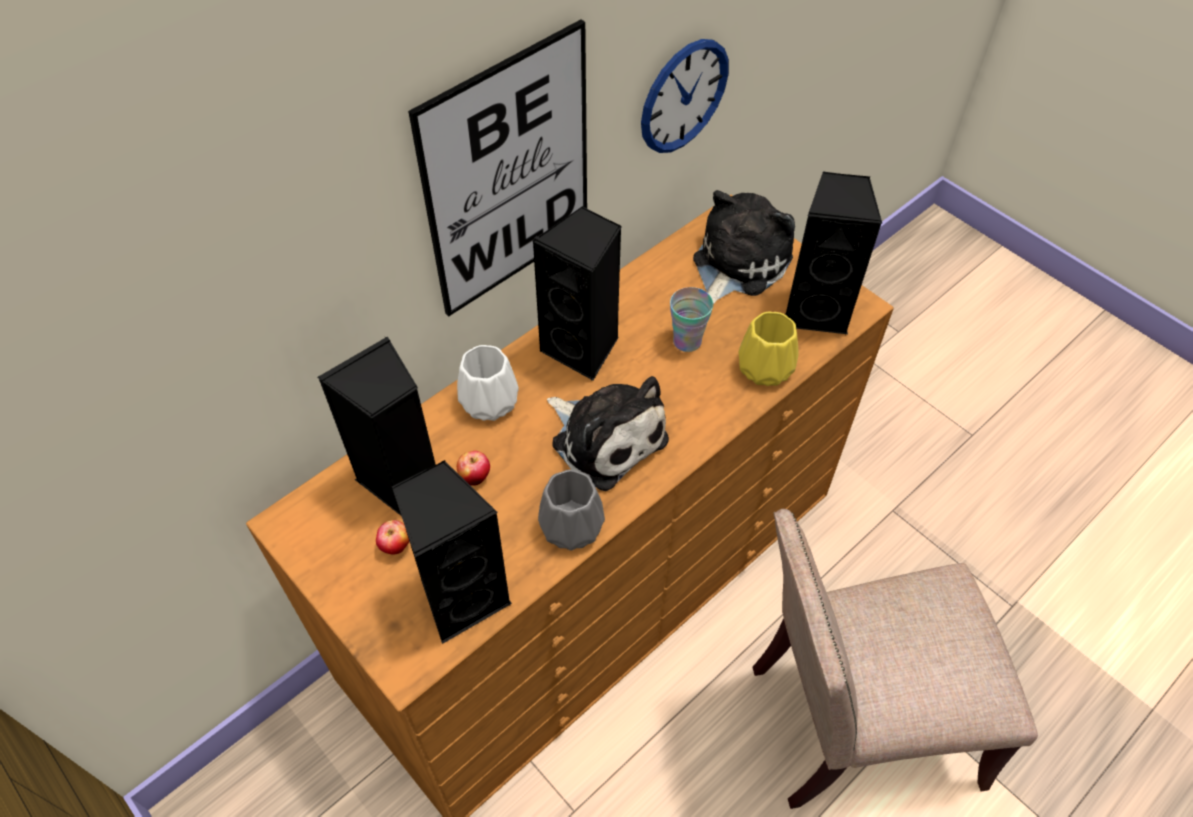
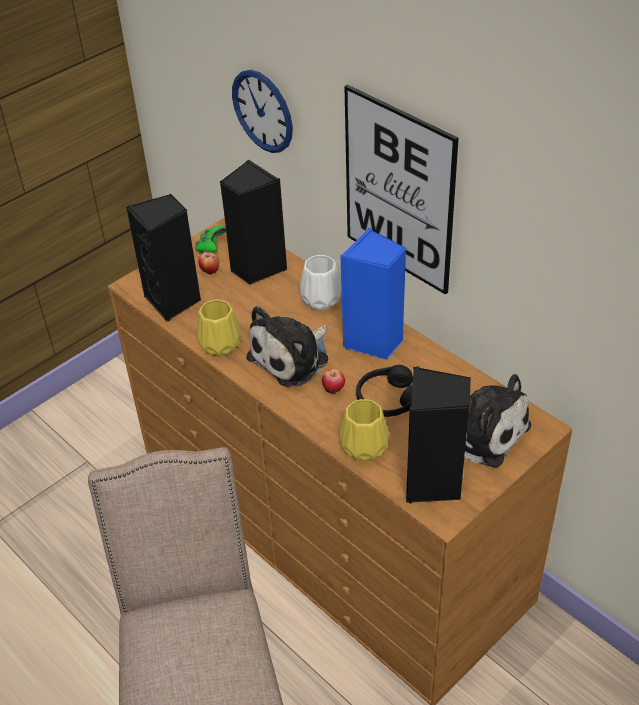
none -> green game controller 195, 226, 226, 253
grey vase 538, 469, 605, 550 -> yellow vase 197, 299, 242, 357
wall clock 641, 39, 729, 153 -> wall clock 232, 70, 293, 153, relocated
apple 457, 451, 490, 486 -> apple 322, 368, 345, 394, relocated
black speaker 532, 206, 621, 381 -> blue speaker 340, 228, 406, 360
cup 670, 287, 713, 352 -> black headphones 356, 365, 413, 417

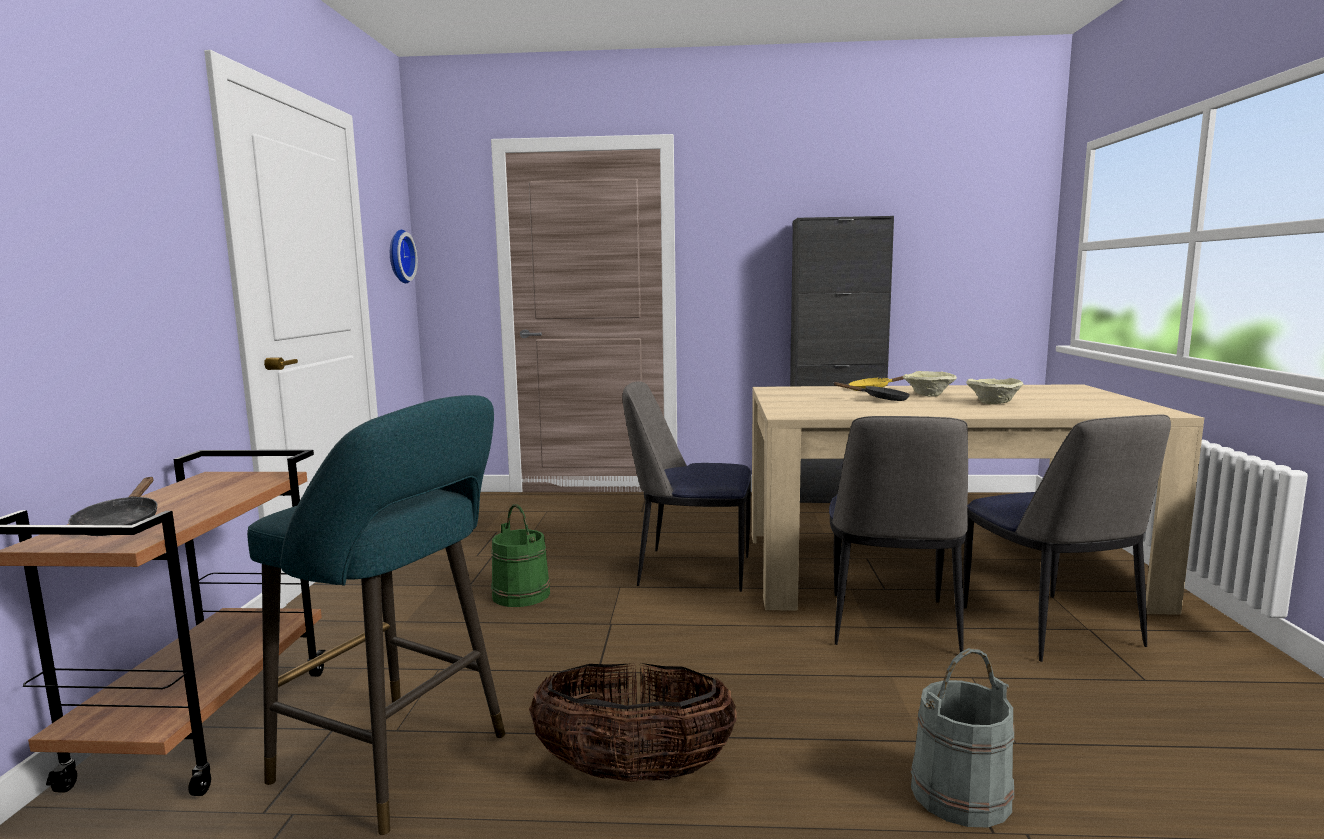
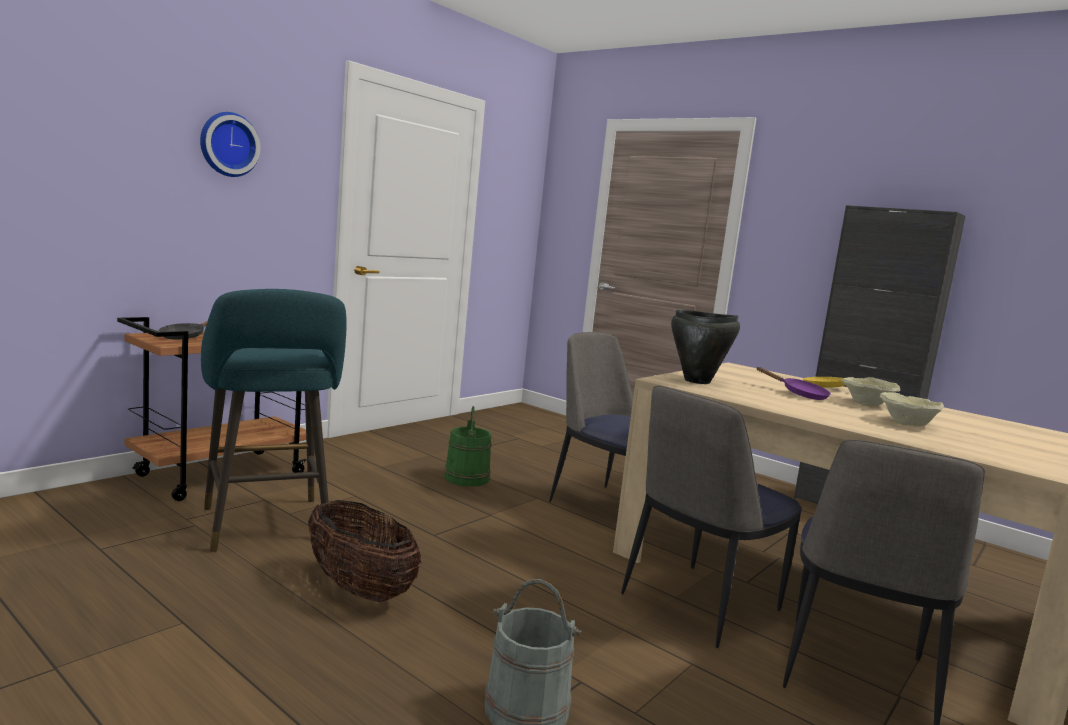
wall clock 390, 230, 418, 283 -> wall clock 200, 112, 260, 177, relocated
none -> black cooking pot 671, 310, 740, 384
black frying pan 834, 382, 910, 401 -> purple frying pan 756, 367, 831, 400

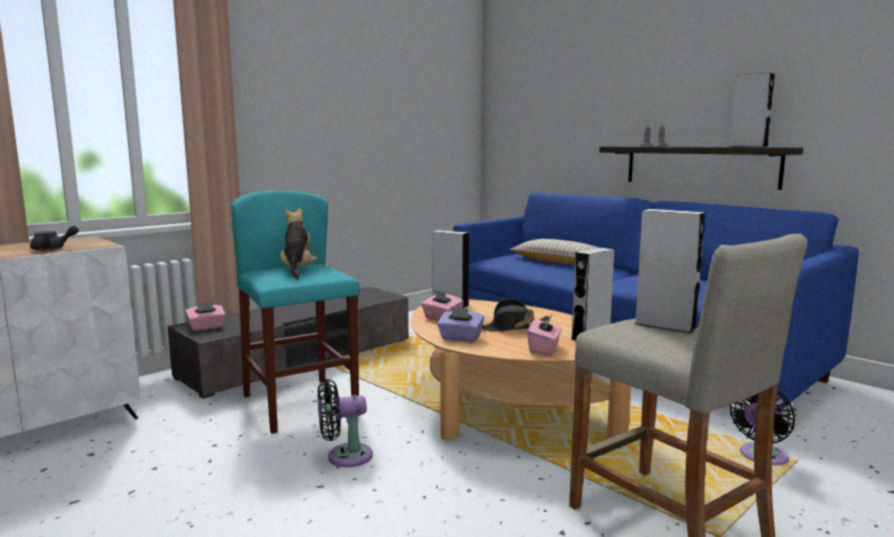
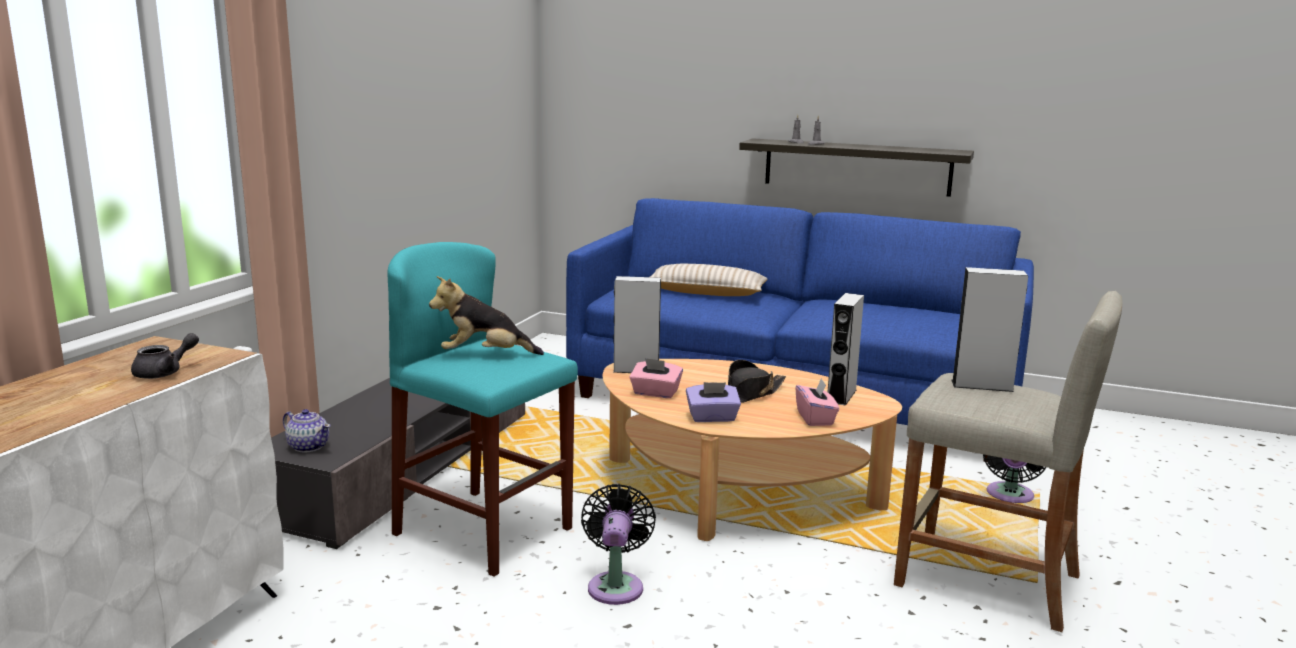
pink tissue box 185, 302, 226, 331 -> teapot 283, 409, 331, 453
plush toy 280, 207, 318, 280 -> plush toy 429, 276, 544, 355, 60 degrees counterclockwise
black fan 318, 379, 373, 467 -> black fan 581, 484, 656, 605, 135 degrees clockwise
grey speaker 729, 73, 775, 147 -> none

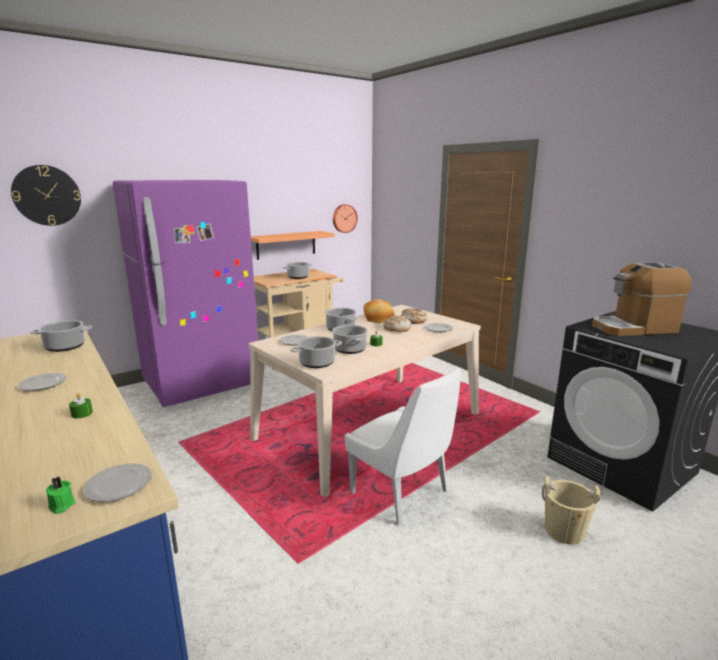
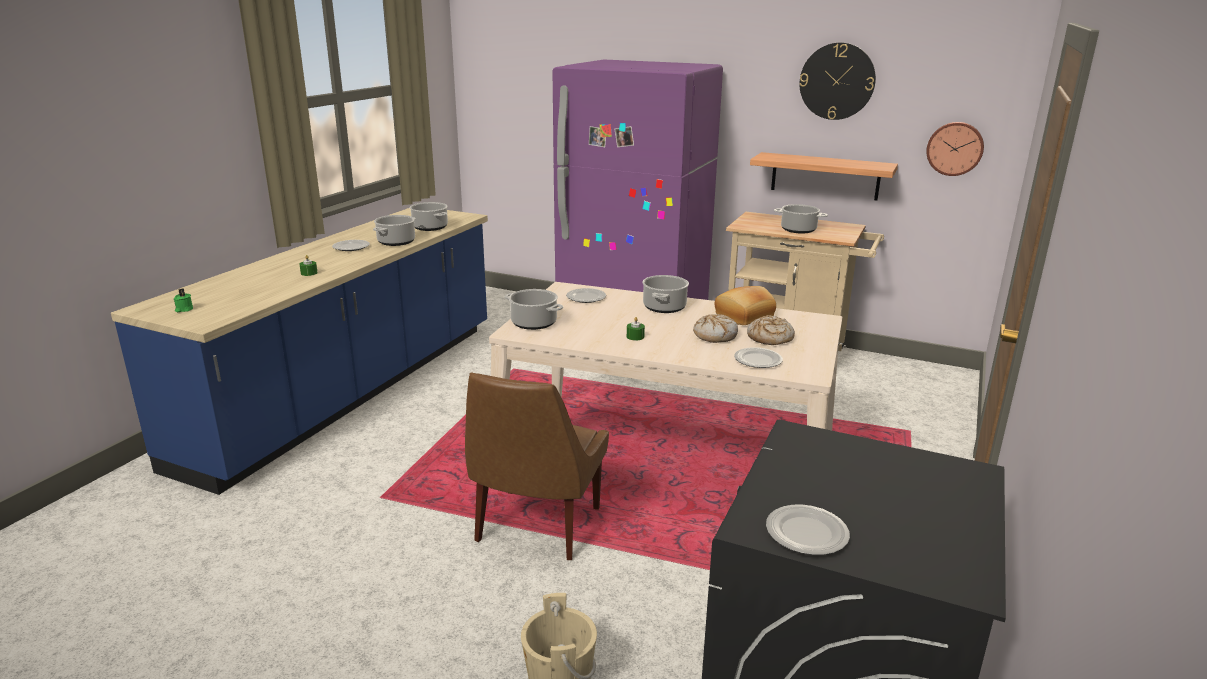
cooking pot 332, 325, 368, 354 -> cooking pot 373, 215, 416, 246, relocated
white chair 345, 368, 461, 525 -> brown chair 465, 373, 609, 560
plate 83, 463, 152, 502 -> plate 766, 505, 850, 555, relocated
wall clock 11, 165, 81, 226 -> wall clock 799, 42, 876, 120, relocated
coffee machine 592, 262, 691, 336 -> none

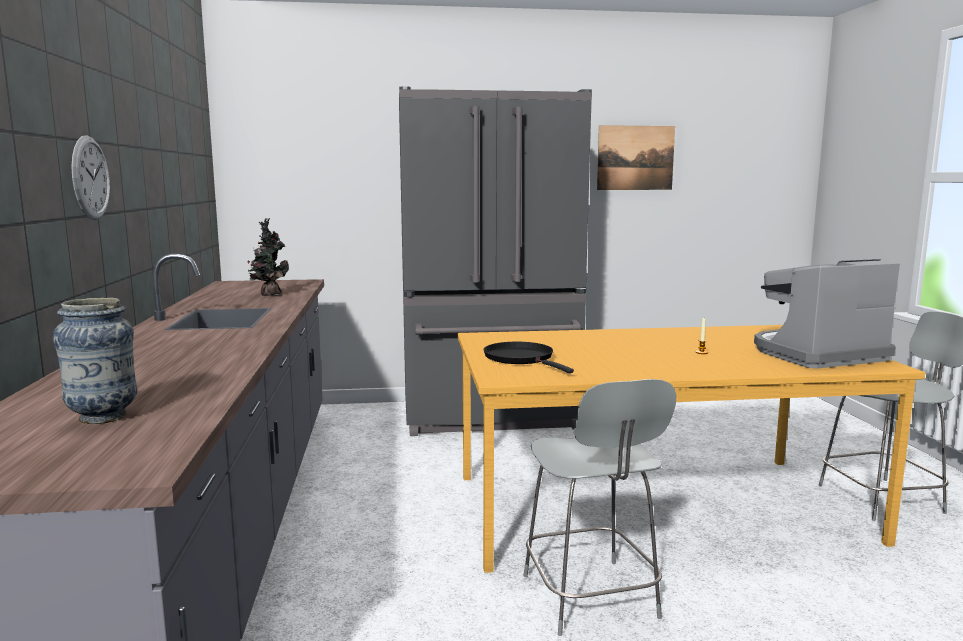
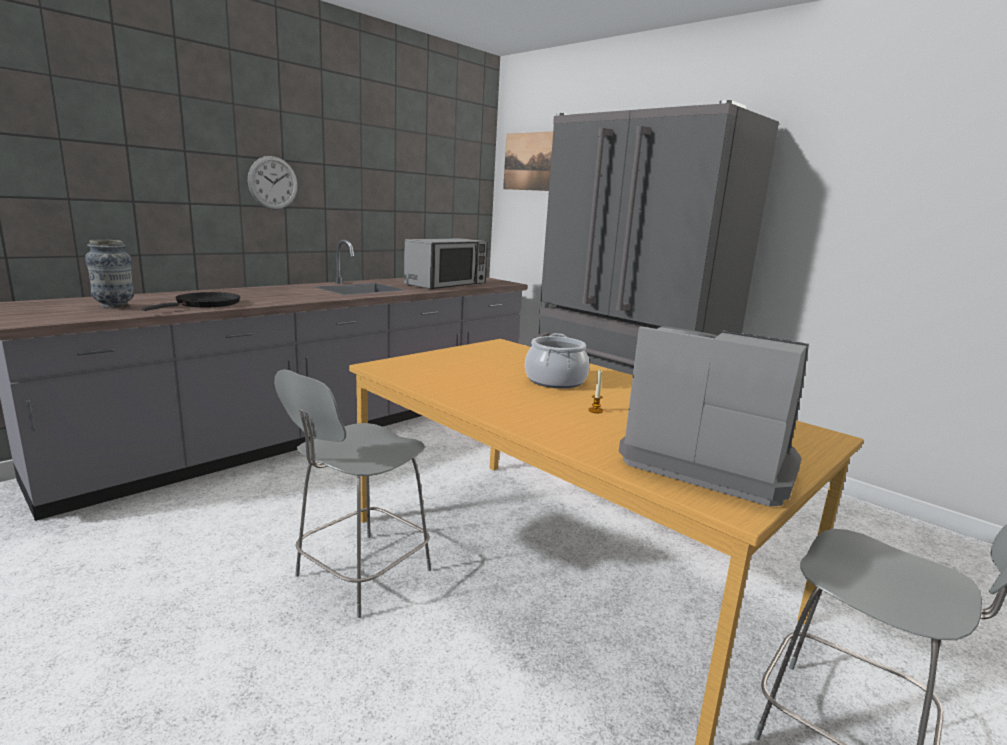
black frying pan 483, 342, 574, 373 -> black frying pan 141, 292, 240, 311, relocated
potted plant 247, 218, 289, 296 -> microwave 404, 238, 488, 290
picture 597, 125, 675, 190 -> picture 503, 131, 553, 191, relocated
none -> cooking pot 525, 333, 589, 389

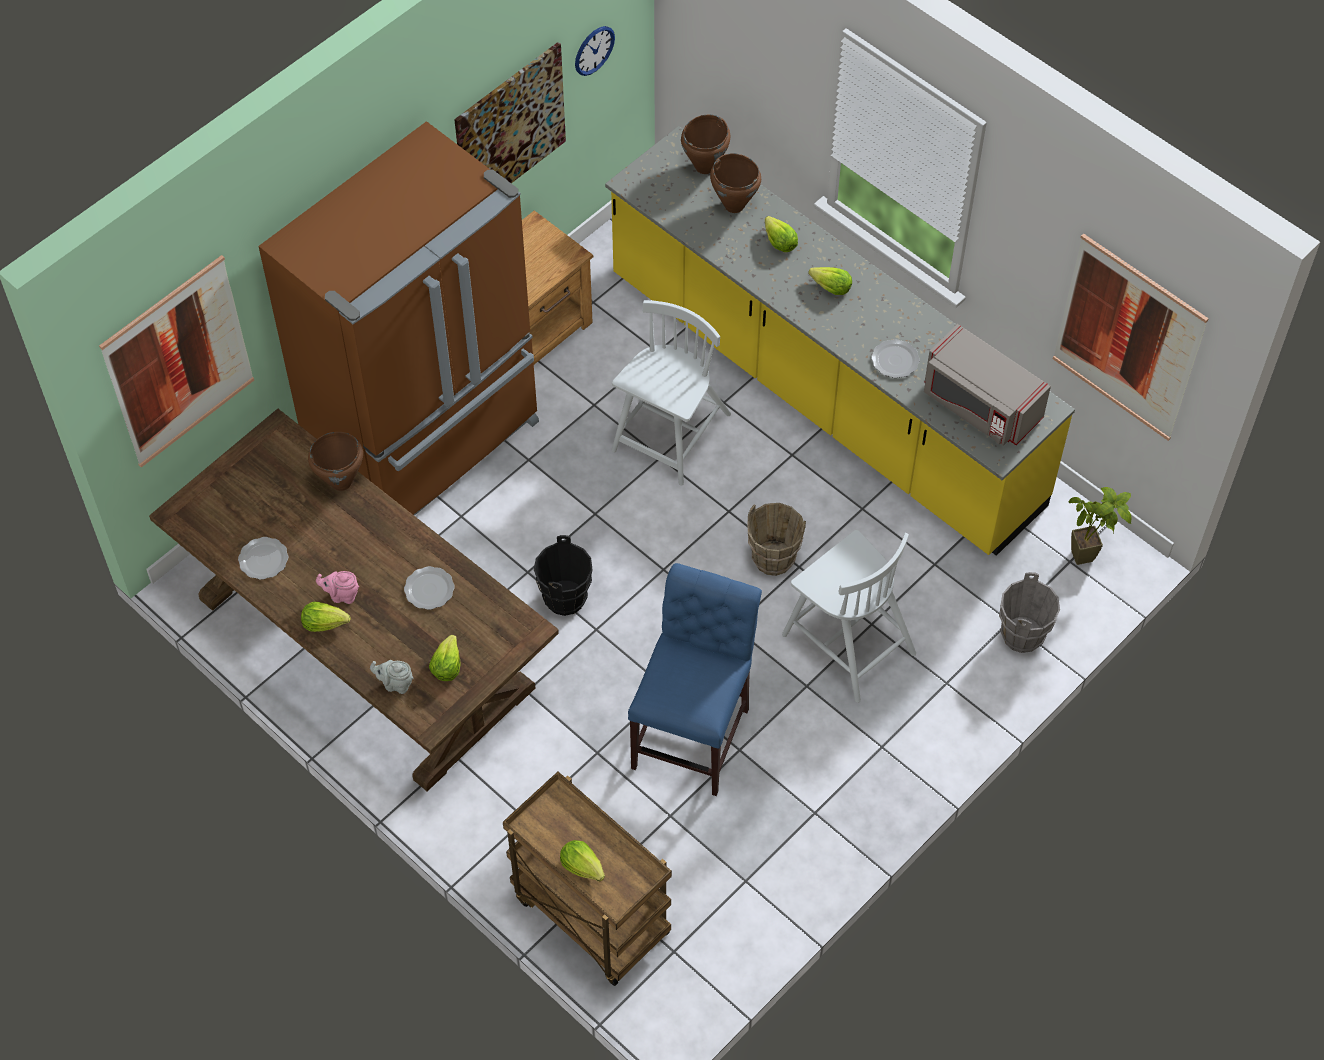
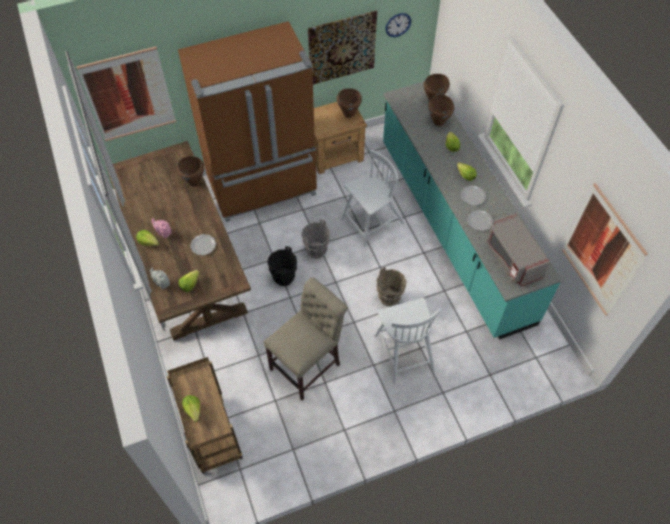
blue chair 628, 563, 762, 796 -> beige chair 264, 277, 348, 400
grey bucket 999, 572, 1060, 653 -> grey bucket 301, 219, 330, 259, relocated
none -> brown cooking pot 337, 88, 362, 118
yellow counter 605, 126, 1075, 556 -> turquoise counter 383, 82, 562, 340
plate 238, 537, 288, 580 -> plate 461, 186, 486, 206, relocated
potted plant 1068, 487, 1131, 565 -> none

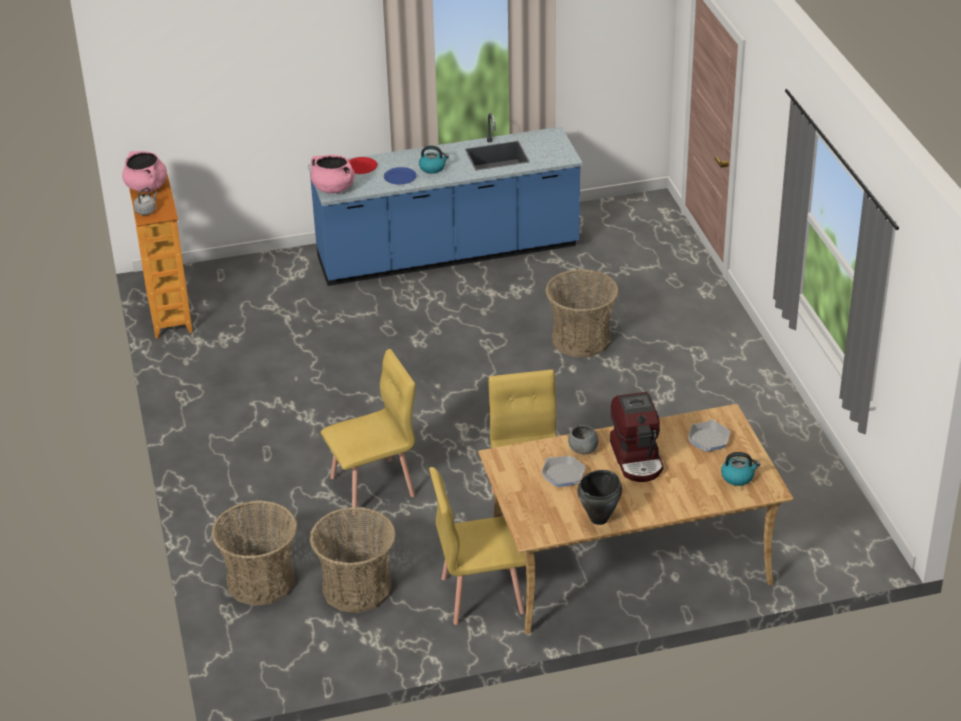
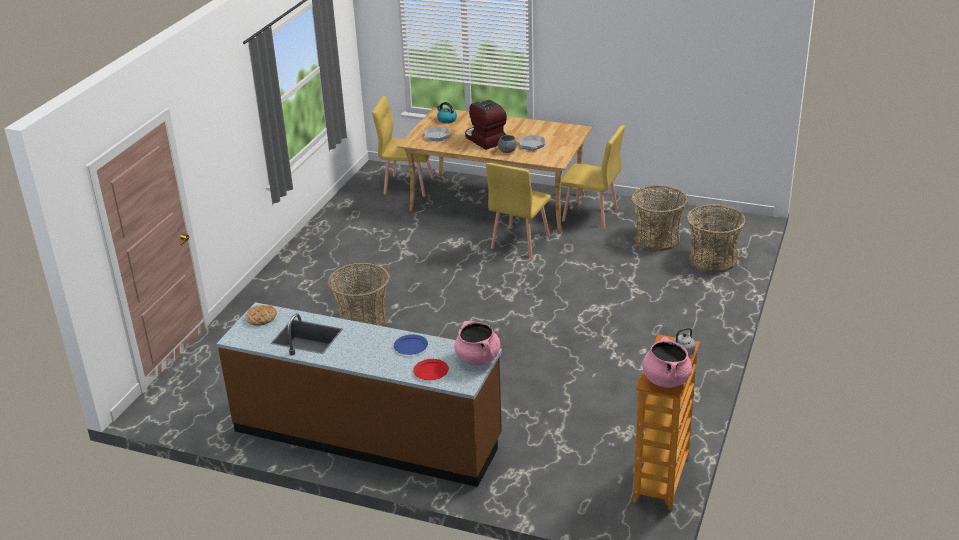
blue counter 308, 113, 583, 286 -> brown counter 216, 302, 502, 487
none -> bread 245, 305, 277, 326
yellow chair 321, 349, 415, 514 -> yellow chair 372, 96, 434, 197, relocated
coffee machine 610, 392, 664, 482 -> coffee machine 465, 100, 507, 150, 60 degrees counterclockwise
kettle 419, 146, 449, 174 -> none
black cooking pot 577, 470, 622, 525 -> none

